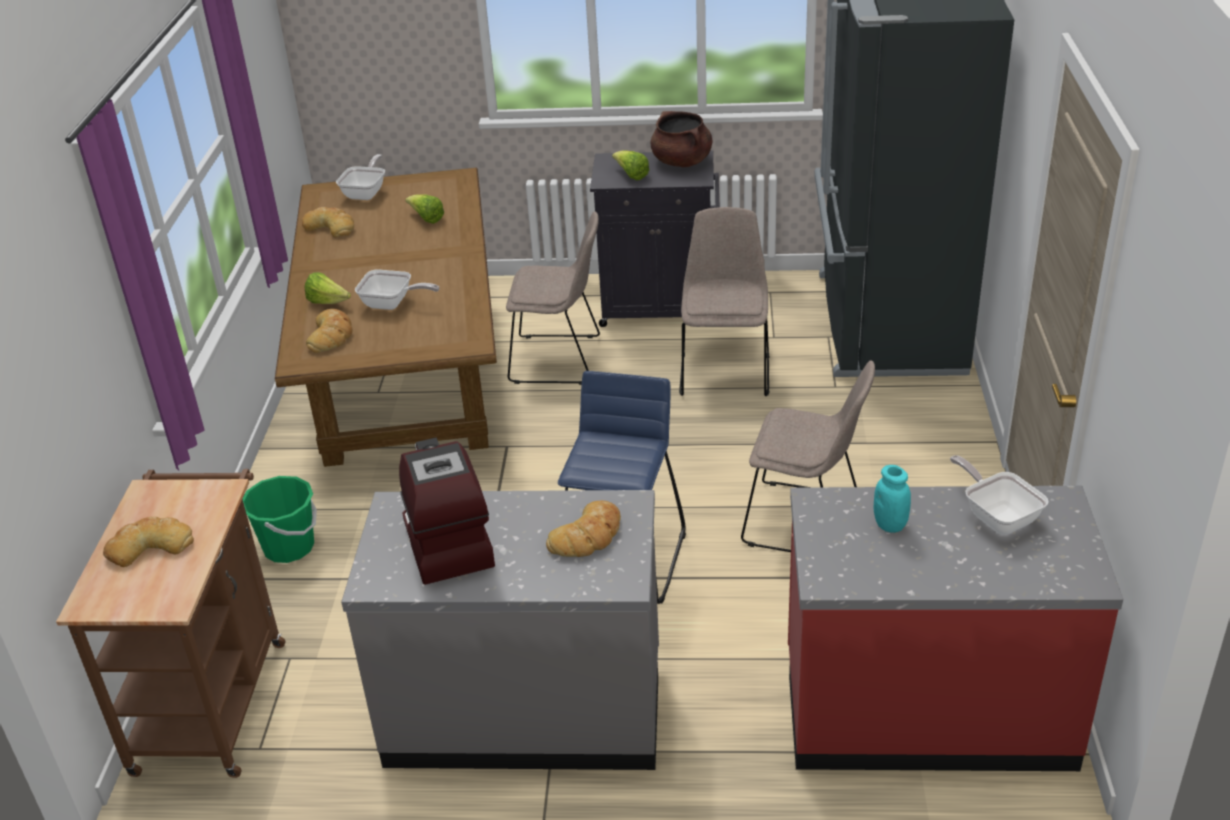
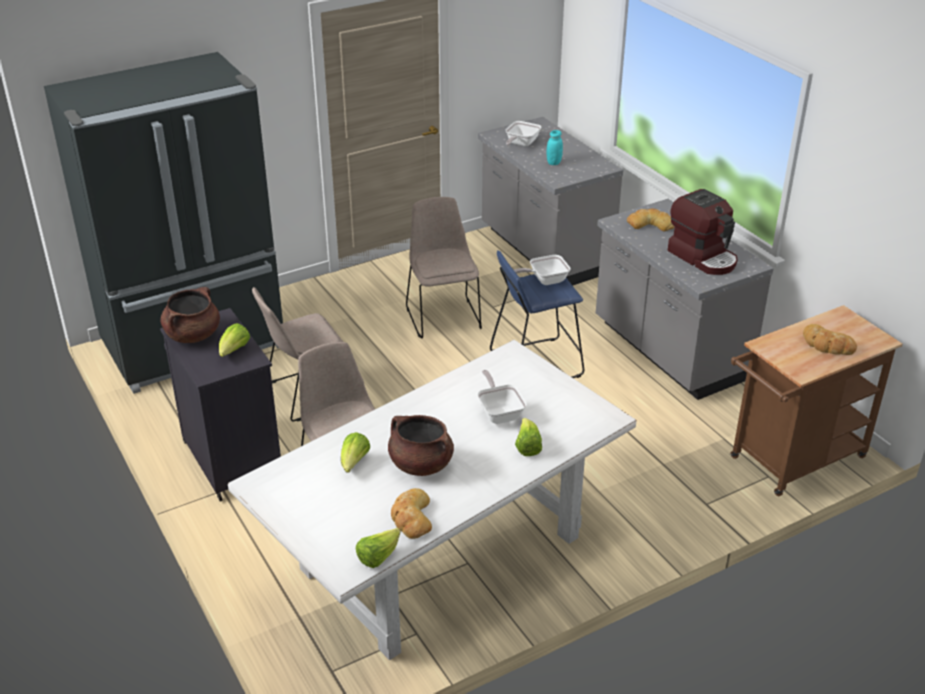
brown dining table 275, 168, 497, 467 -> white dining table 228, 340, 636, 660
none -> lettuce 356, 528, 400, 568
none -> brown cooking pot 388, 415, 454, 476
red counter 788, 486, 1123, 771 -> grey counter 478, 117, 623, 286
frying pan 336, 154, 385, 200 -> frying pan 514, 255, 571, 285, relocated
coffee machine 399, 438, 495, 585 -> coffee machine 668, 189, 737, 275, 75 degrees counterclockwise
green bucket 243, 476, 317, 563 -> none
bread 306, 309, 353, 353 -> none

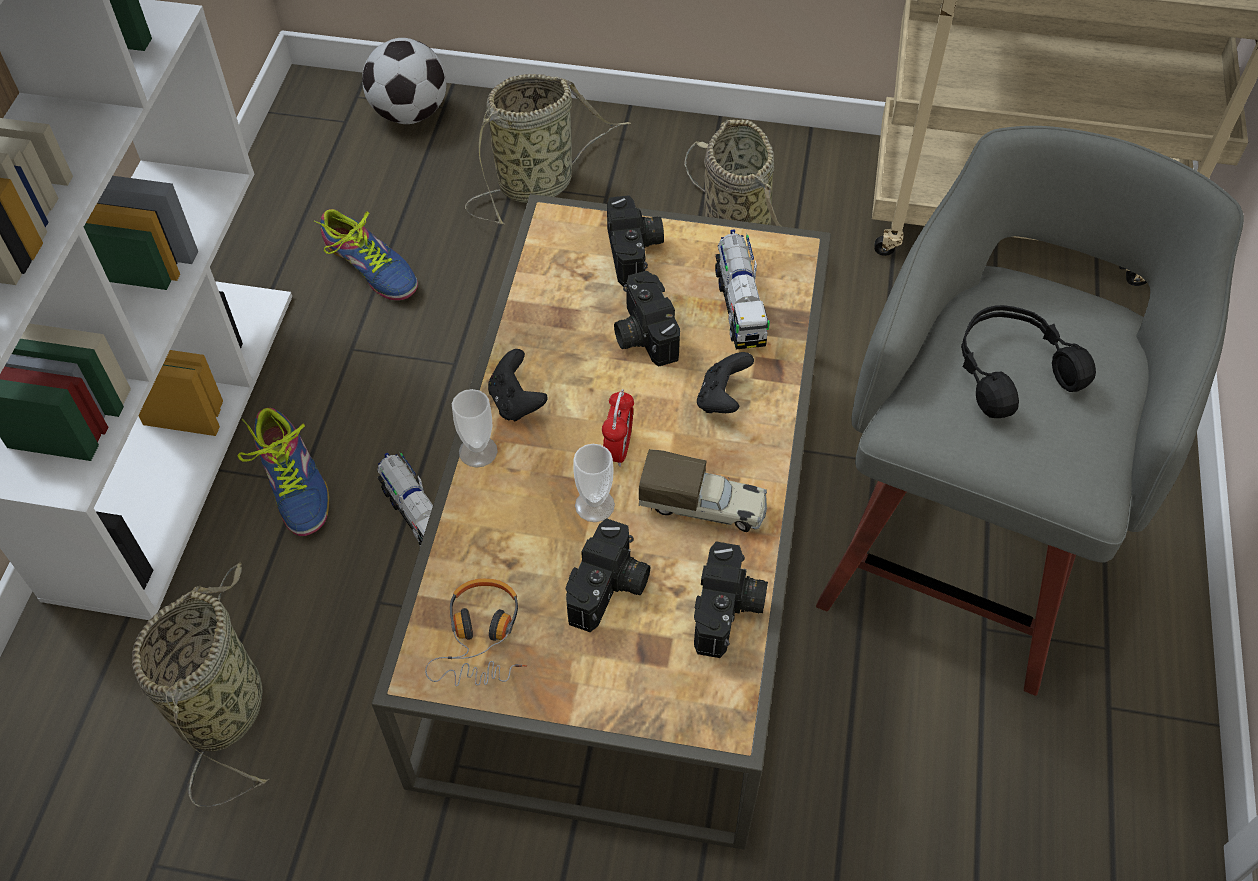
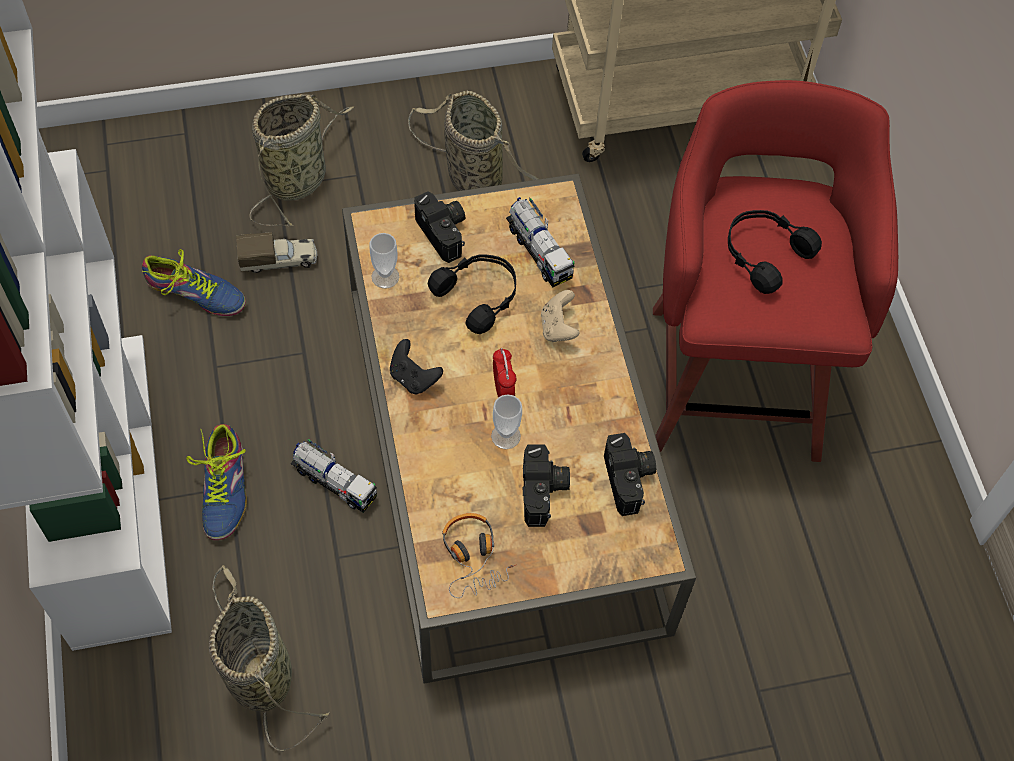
shoe 238, 408, 329, 536 -> shoe 186, 424, 247, 540, 45 degrees clockwise
toy truck 639, 449, 767, 532 -> toy truck 236, 232, 318, 273, relocated
cup 452, 389, 498, 468 -> cup 369, 233, 399, 289, relocated
photo camera 614, 271, 680, 367 -> black headphones 428, 254, 516, 334
black game controller 697, 352, 754, 413 -> beige game controller 541, 290, 580, 342
grey stool 816, 126, 1244, 696 -> red stool 653, 80, 898, 462
football 362, 38, 446, 124 -> none

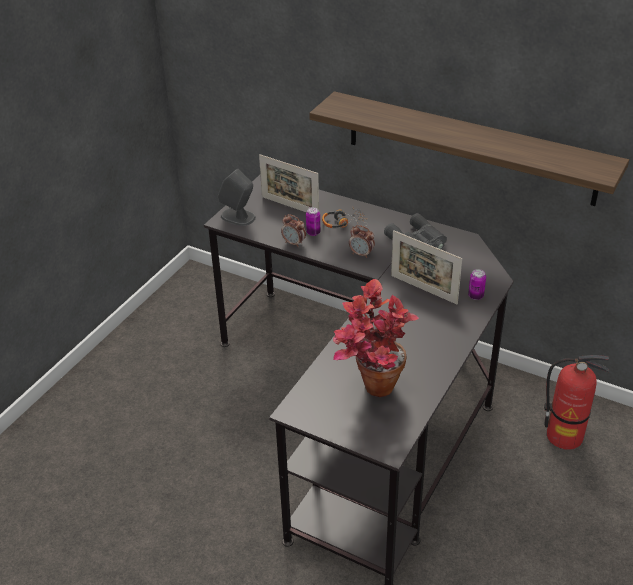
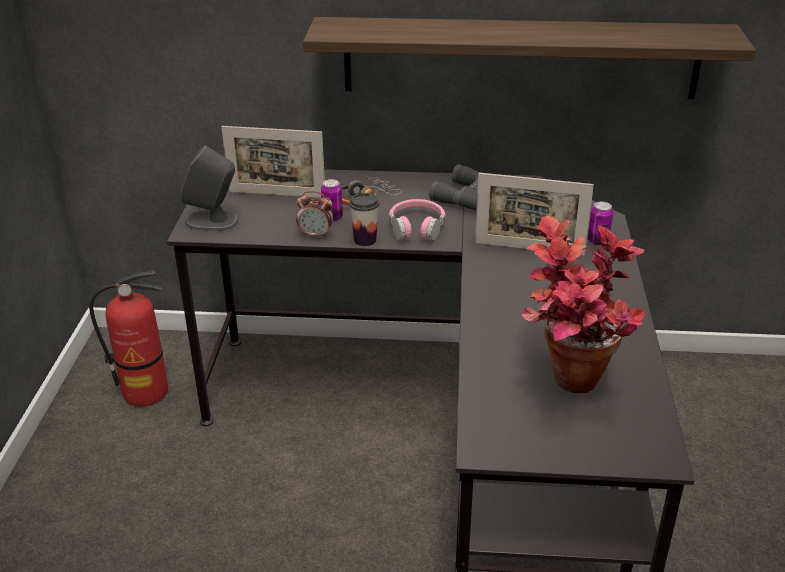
fire extinguisher 544, 355, 609, 450 -> fire extinguisher 89, 271, 168, 406, relocated
none -> cup 349, 193, 379, 246
alarm clock 349, 225, 375, 258 -> pink headphones 389, 199, 446, 241

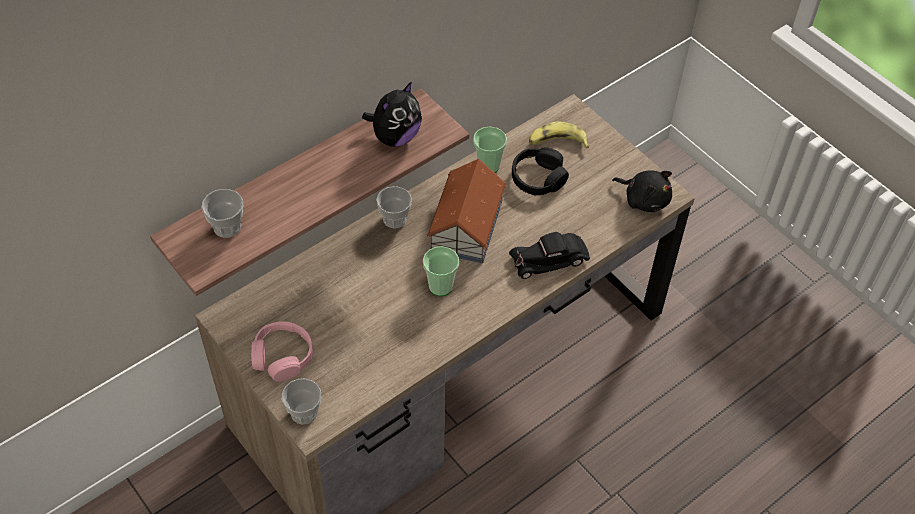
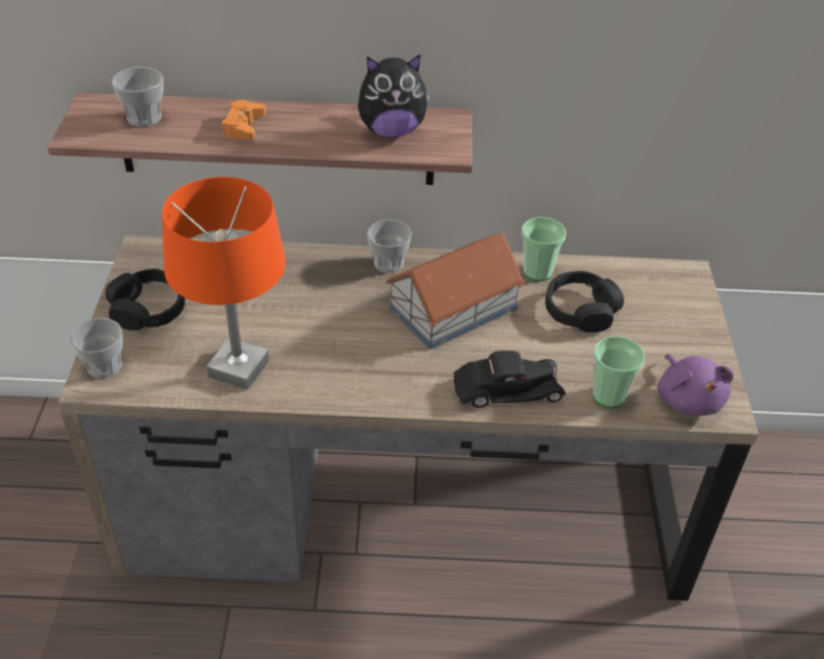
pink headphones 251, 321, 313, 382 -> black headphones 105, 269, 185, 331
none -> orange table lamp 162, 177, 286, 390
none -> orange game controller 221, 100, 266, 140
black toy car 509, 232, 590, 279 -> black toy car 453, 351, 566, 408, 150 degrees clockwise
cup 423, 246, 459, 296 -> cup 593, 336, 645, 408, relocated
black plush toy 612, 171, 672, 212 -> purple plush toy 657, 354, 733, 416
banana 529, 121, 589, 149 -> none

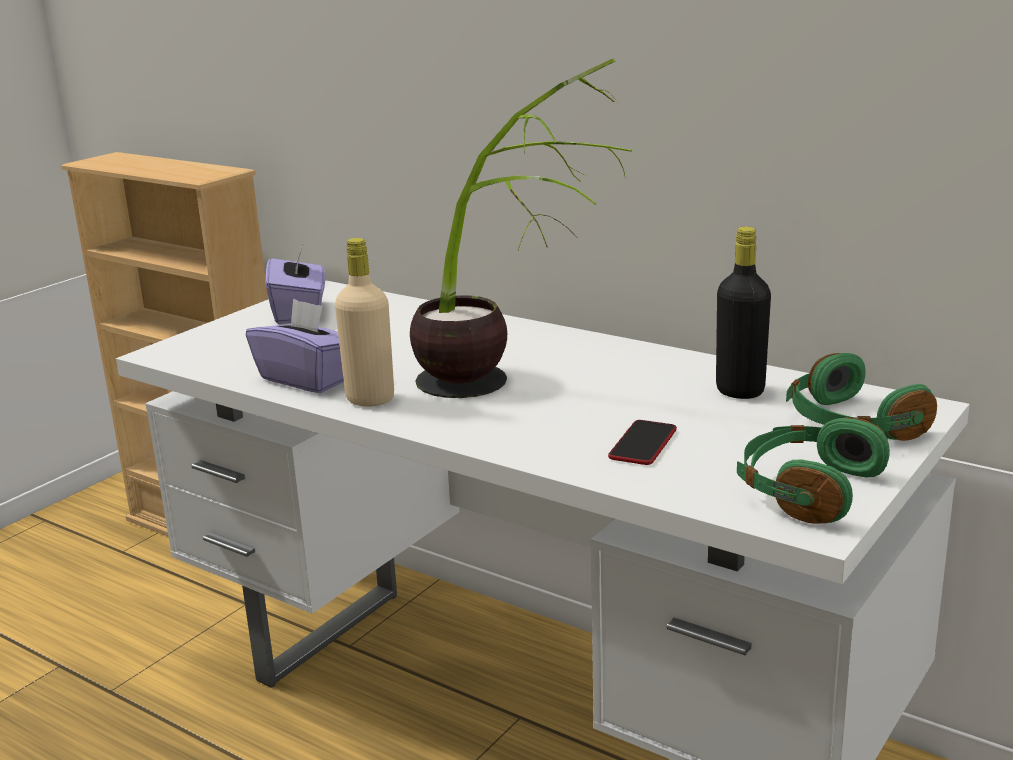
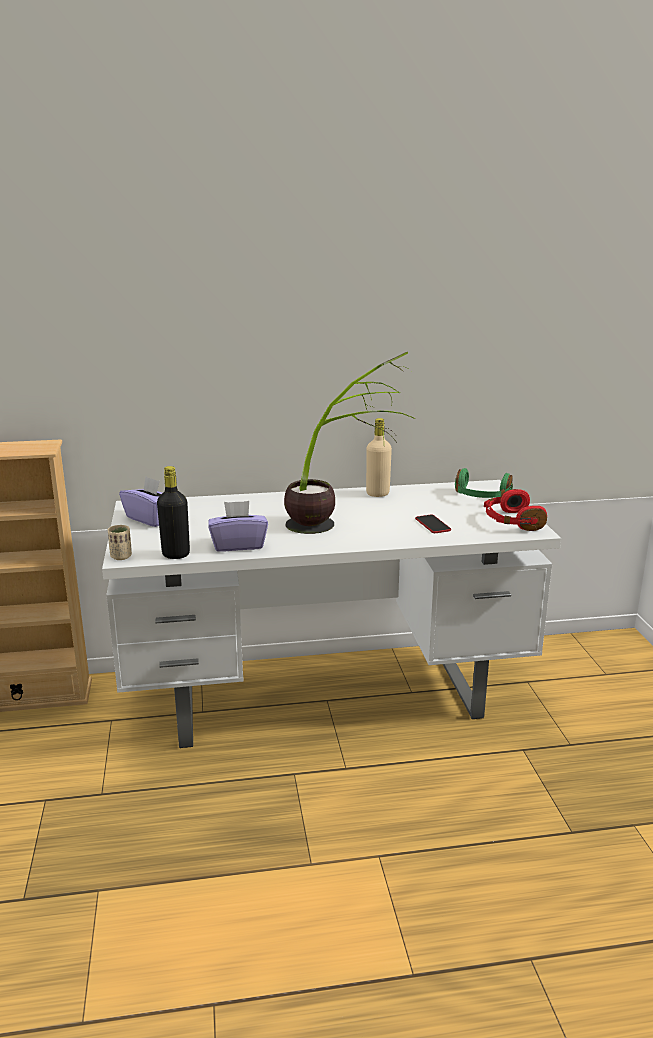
none -> beige cup 108, 525, 132, 560
black bottle 716, 227, 771, 399 -> black bottle 157, 466, 190, 559, relocated
beige bottle 335, 238, 394, 406 -> beige bottle 366, 418, 392, 497, relocated
green headphones 737, 417, 890, 524 -> red headphones 484, 489, 547, 531

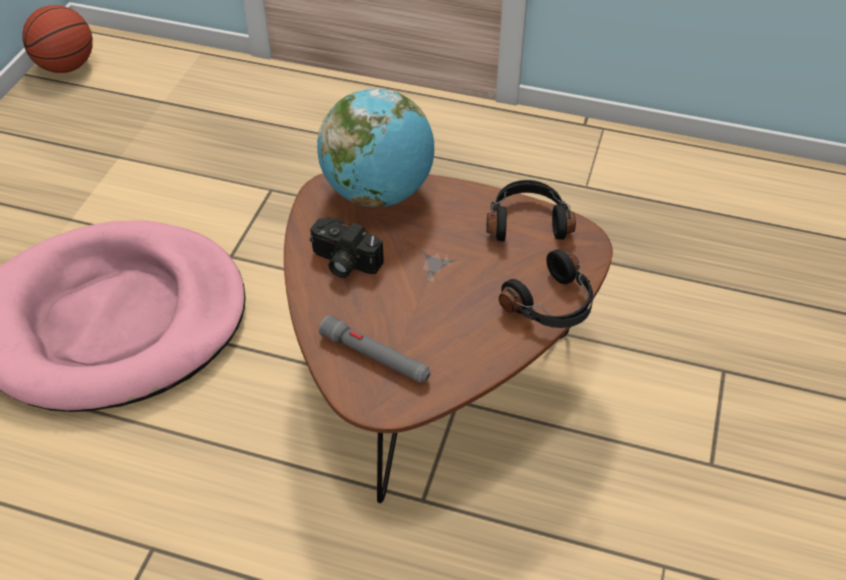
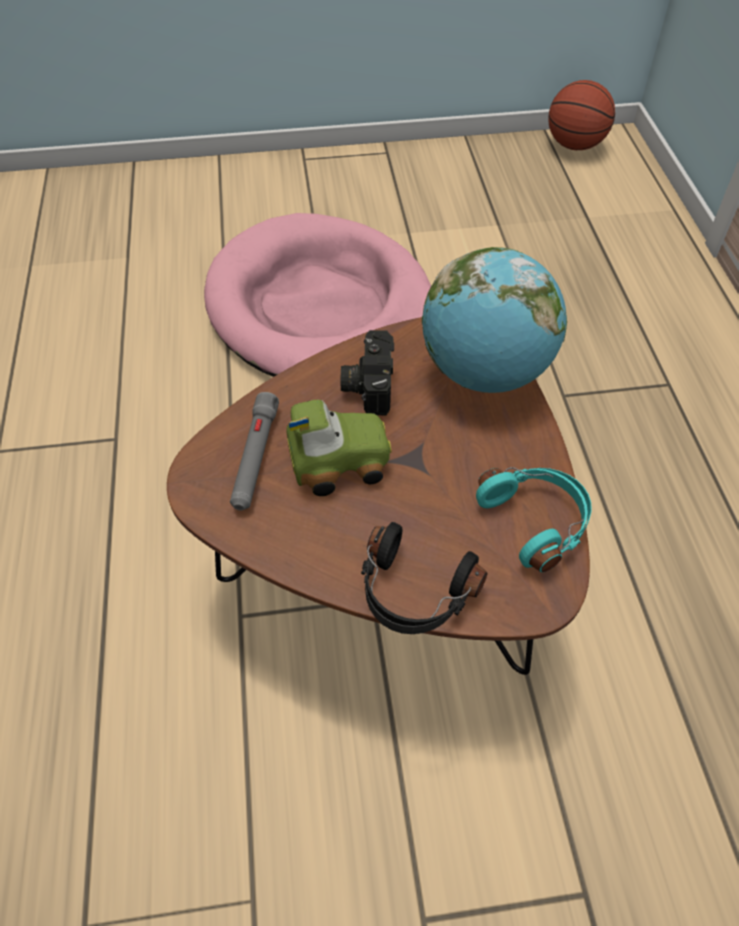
none -> toy car 286, 400, 392, 496
black headphones 486, 180, 576, 242 -> turquoise headphones 476, 467, 592, 572

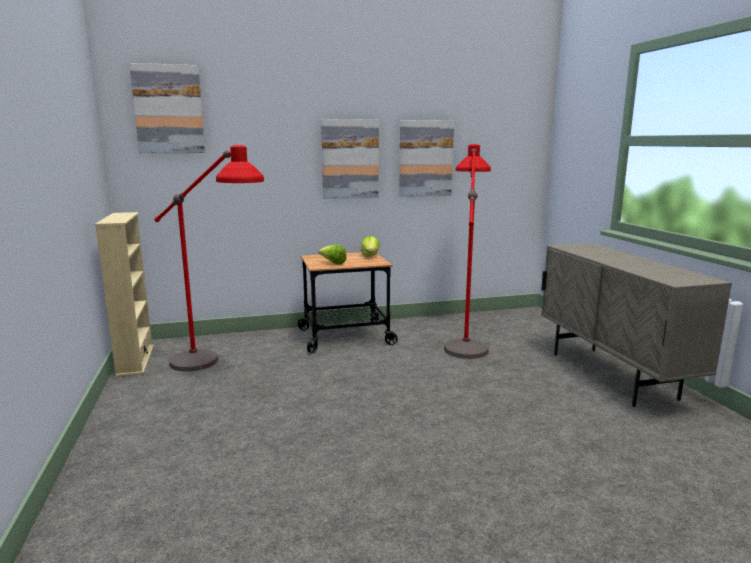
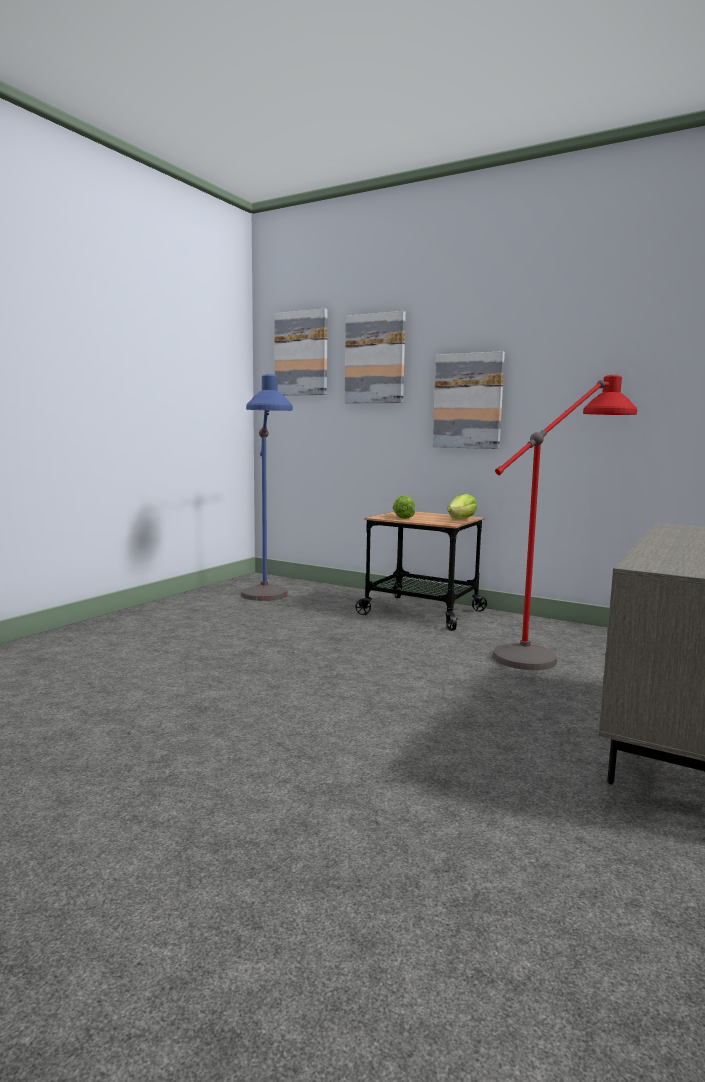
red floor lamp 155, 145, 264, 372 -> blue floor lamp 241, 374, 293, 601
picture 399, 120, 454, 197 -> picture 345, 311, 406, 403, relocated
beige bookcase 95, 212, 154, 377 -> none

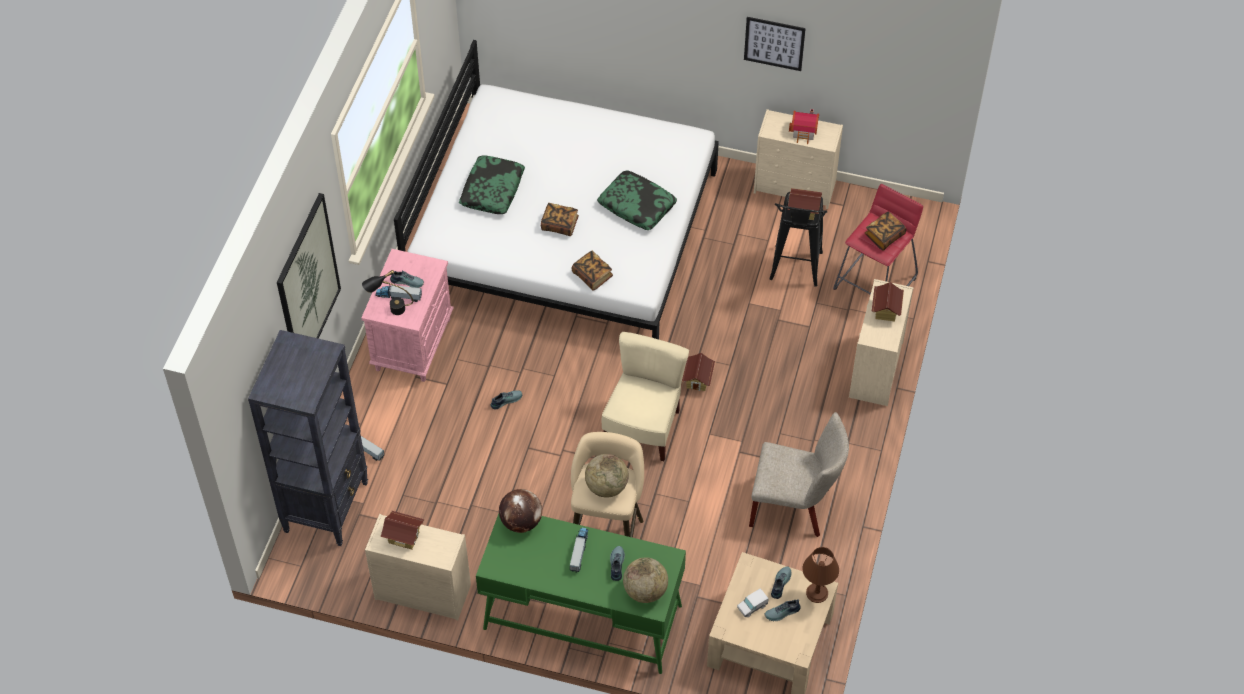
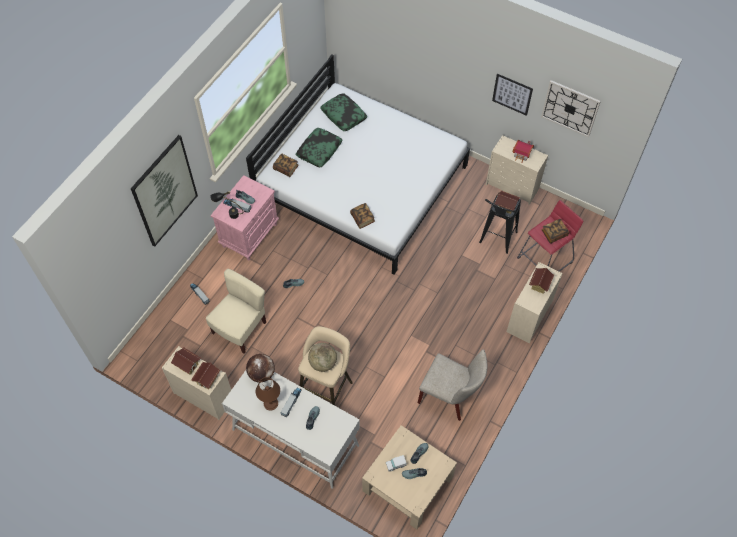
toy house 682, 353, 715, 391 -> toy house 191, 362, 220, 390, relocated
beige chair 602, 332, 689, 461 -> beige chair 206, 268, 266, 353, relocated
green desk 476, 514, 686, 674 -> white desk 222, 370, 360, 489
brown table lamp 803, 547, 839, 603 -> brown table lamp 256, 377, 280, 411, relocated
book 541, 203, 579, 236 -> book 273, 154, 299, 177, relocated
pillow 597, 170, 677, 230 -> pillow 320, 93, 367, 131, relocated
none -> wall clock 541, 80, 601, 138
black bookcase 248, 330, 368, 546 -> none
globe 623, 557, 668, 603 -> none

